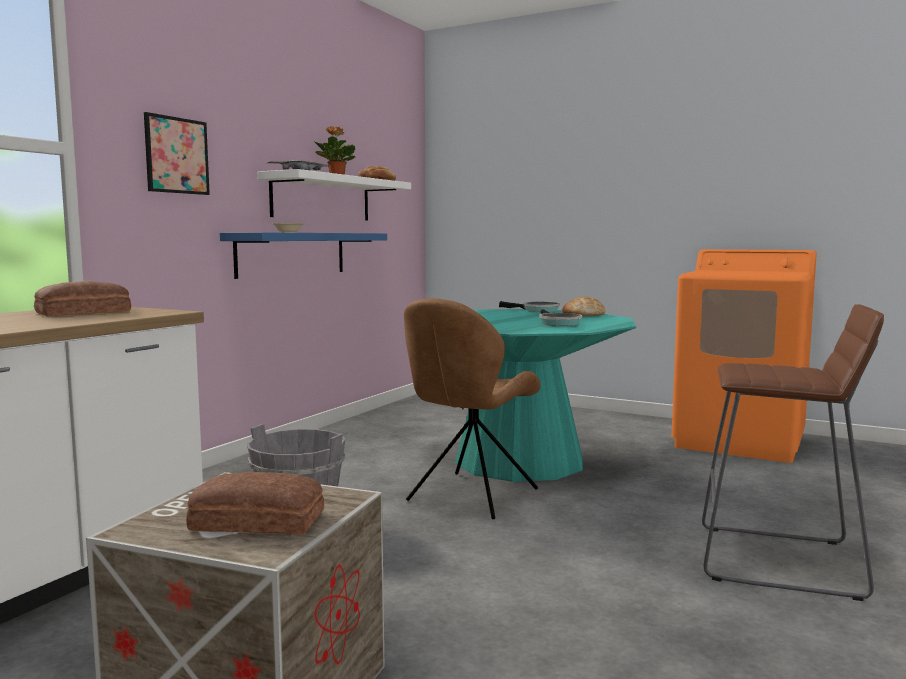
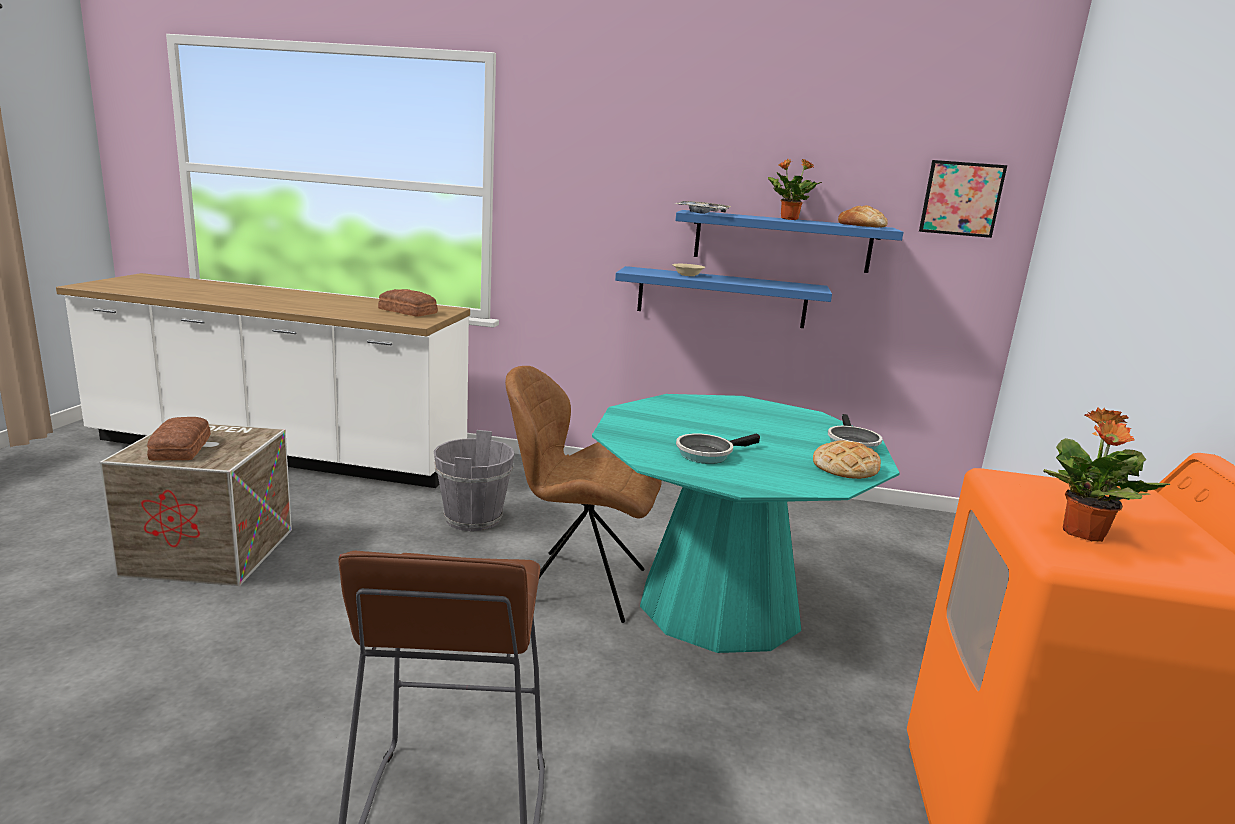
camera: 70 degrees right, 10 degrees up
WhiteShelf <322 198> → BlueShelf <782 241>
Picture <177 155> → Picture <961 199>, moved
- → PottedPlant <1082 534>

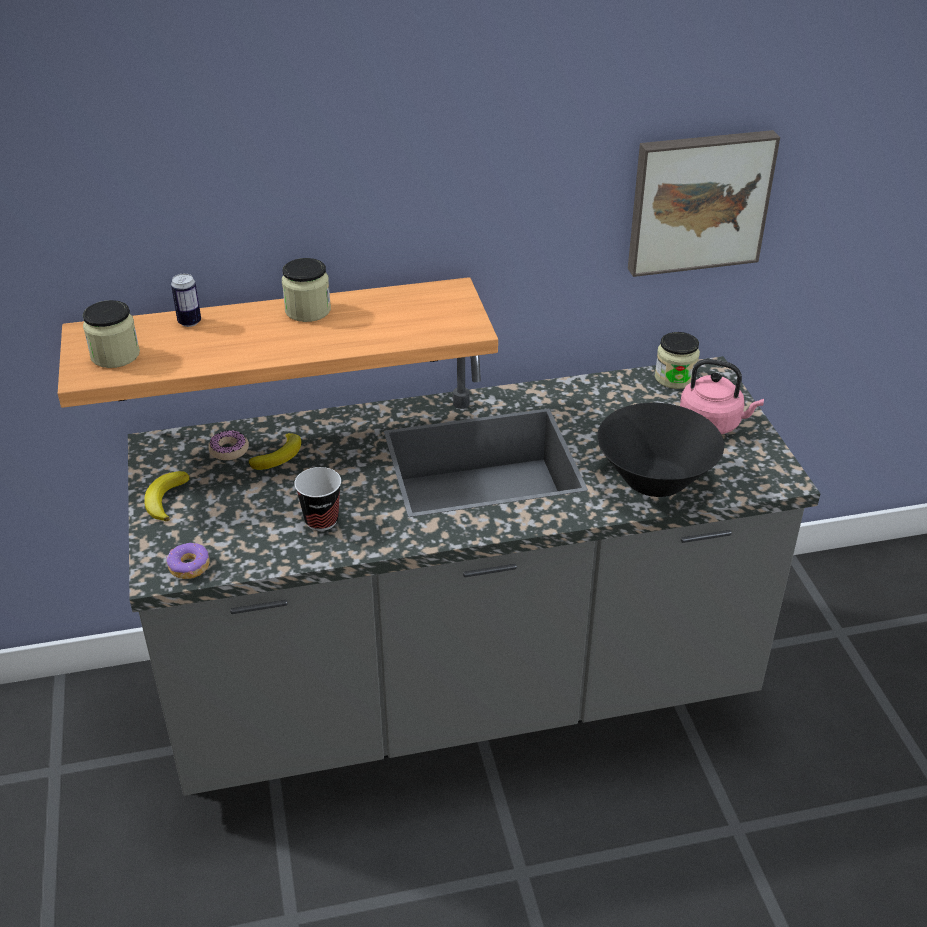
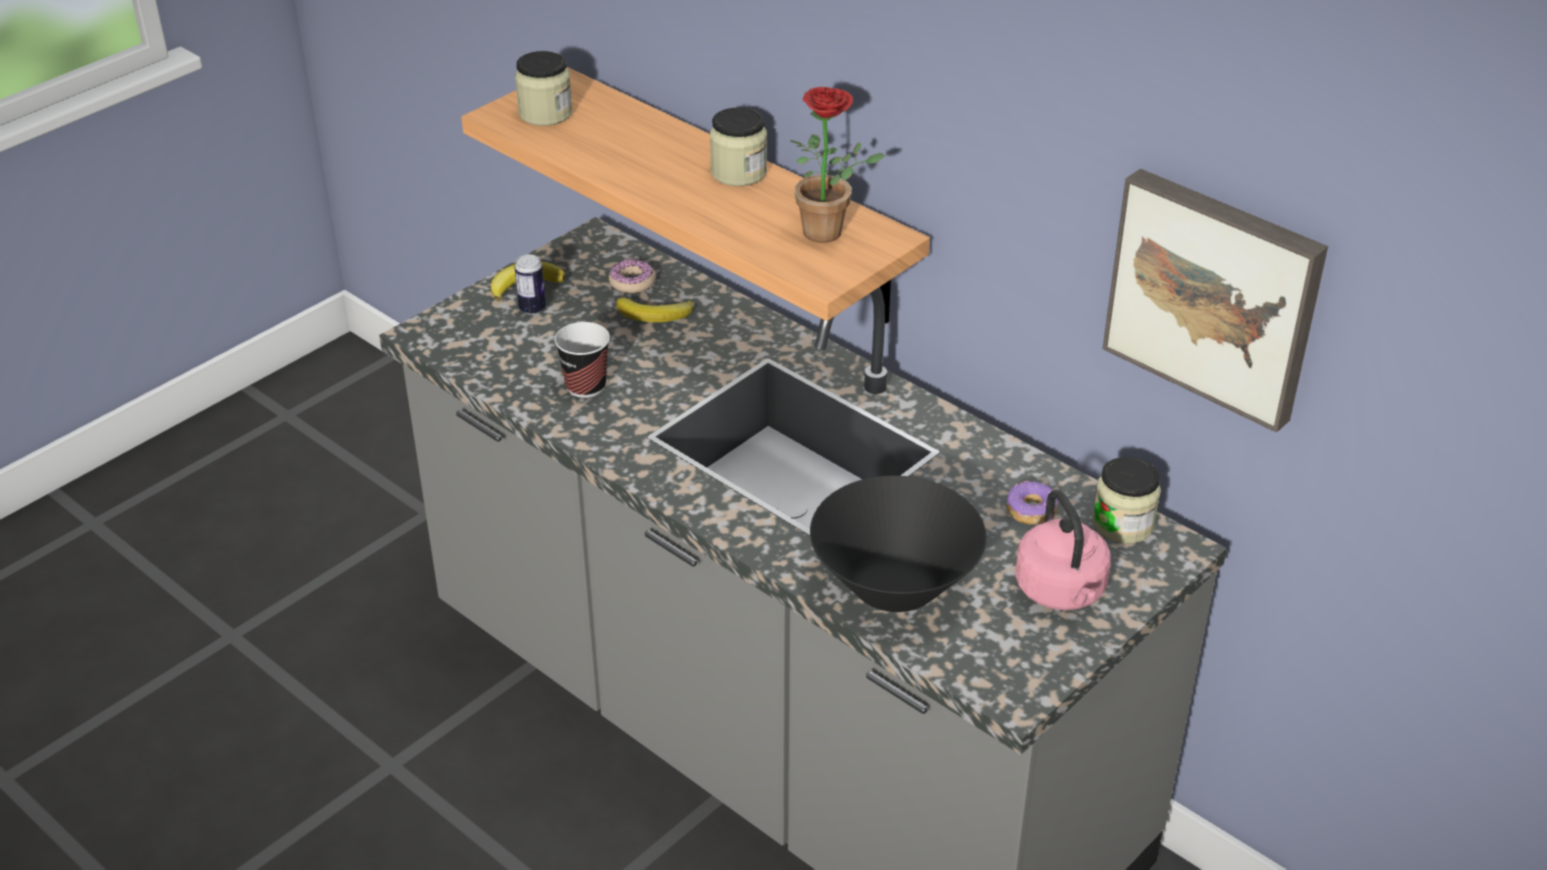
camera: 55 degrees right, 0 degrees up
Can <189 322> → Can <532 309>, moved
- → PottedPlant <831 233>
Donut <189 567> → Donut <1030 511>, moved

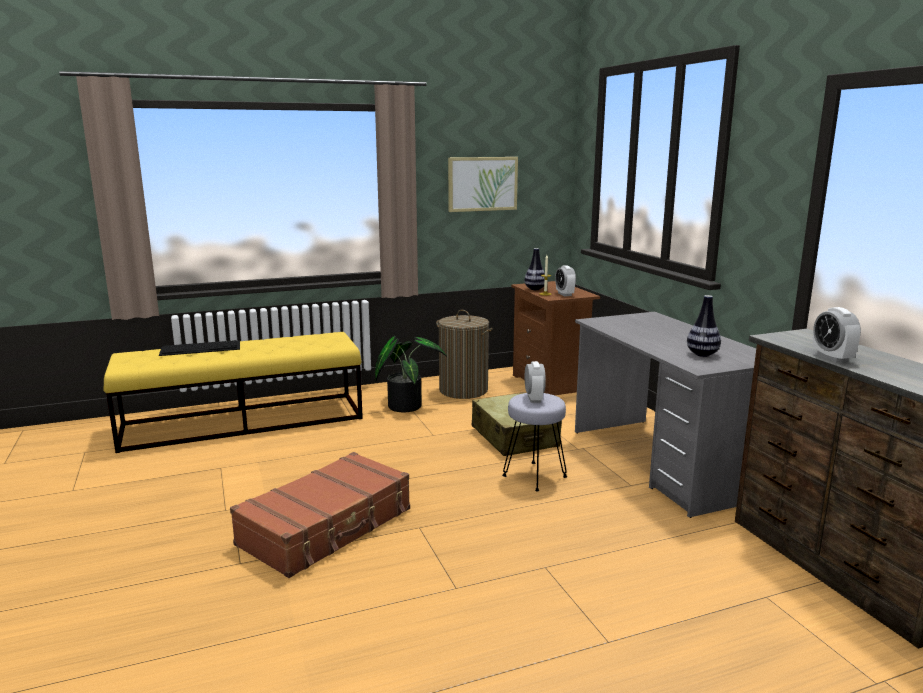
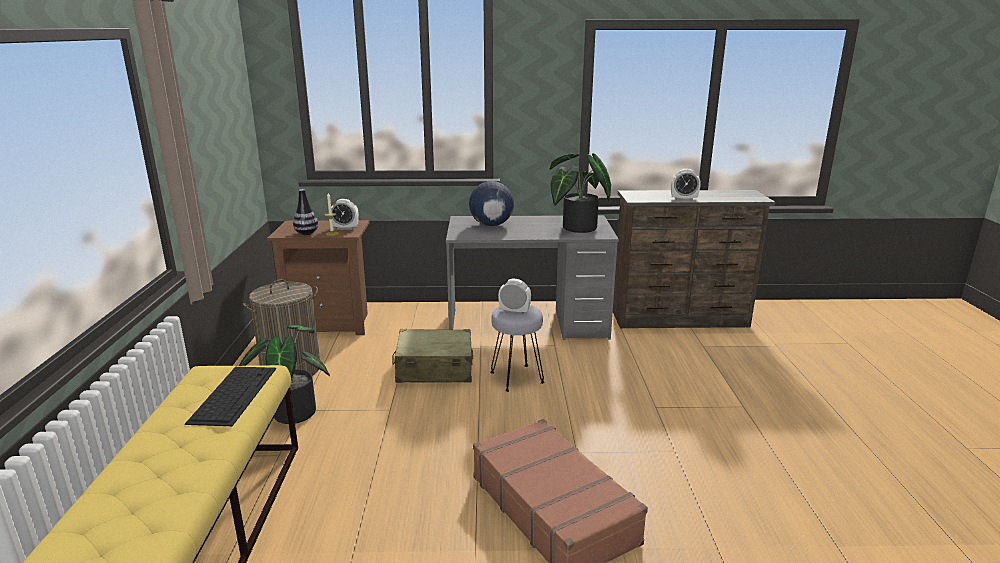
camera: 70 degrees left, 5 degrees up
Keyboard <201 348> → Keyboard <234 394>, moved
- → Globe <491 225>
Vase <702 354> → PottedPlant <575 228>
Picture <482 184> → -

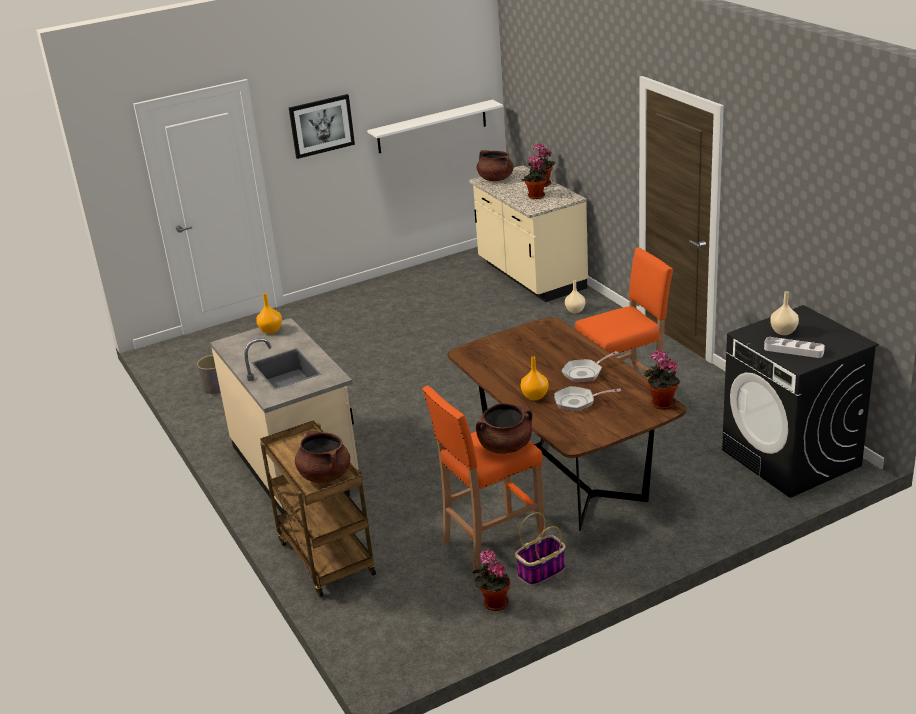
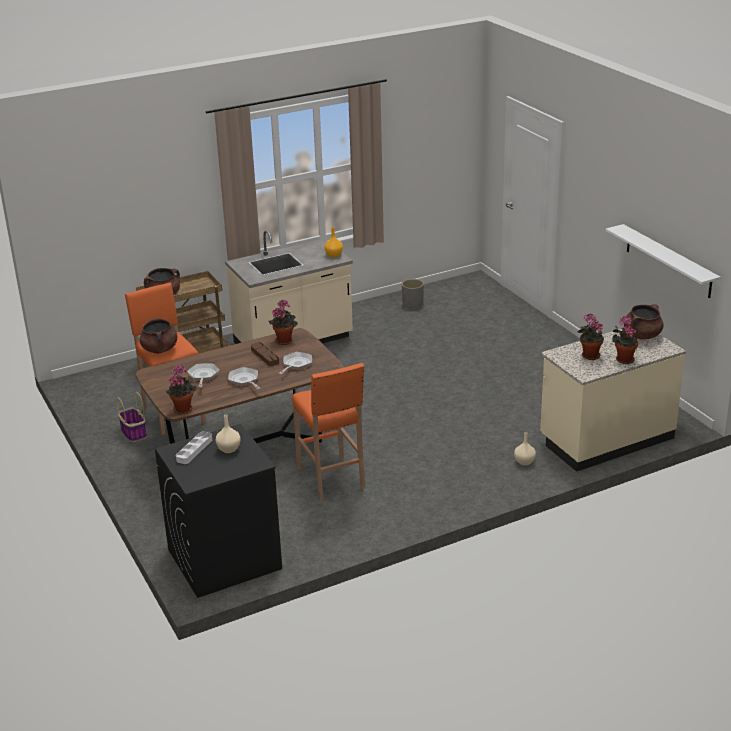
camera: 90 degrees right, 0 degrees up
- → BrownTray <265 356>
PottedPlant <493 603> → PottedPlant <284 340>, moved
- → FryingPan <296 365>
Picture <321 126> → -
OrangeVase <534 396> → -

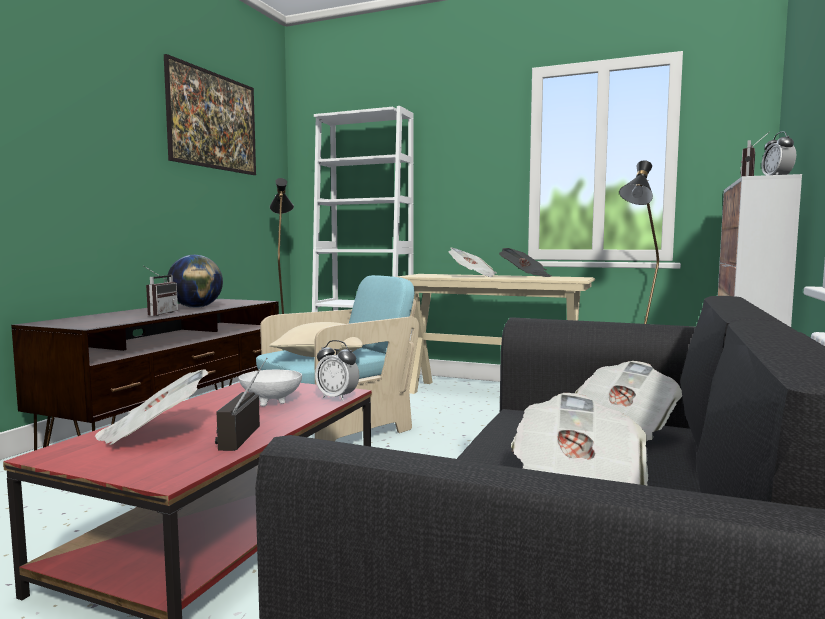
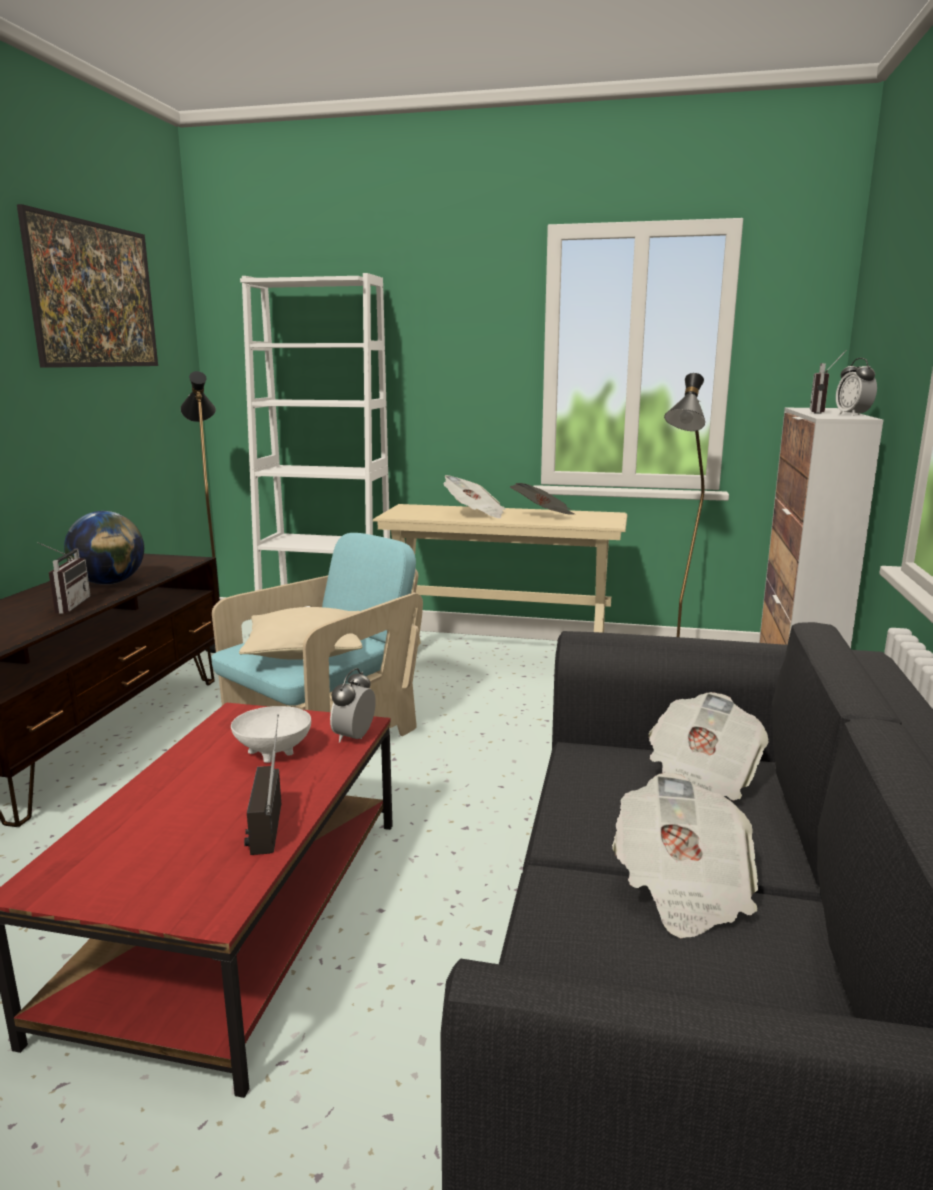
camera: 10 degrees left, 10 degrees up
AlarmClock <337 397> → AlarmClock <354 737>, 90 degrees clockwise
Newspaper <152 434> → -

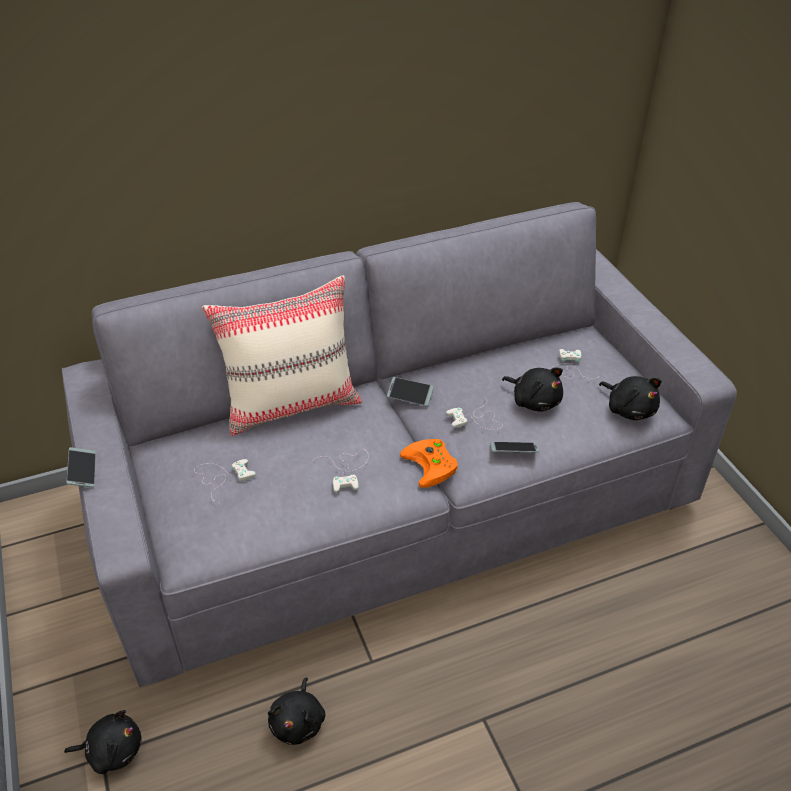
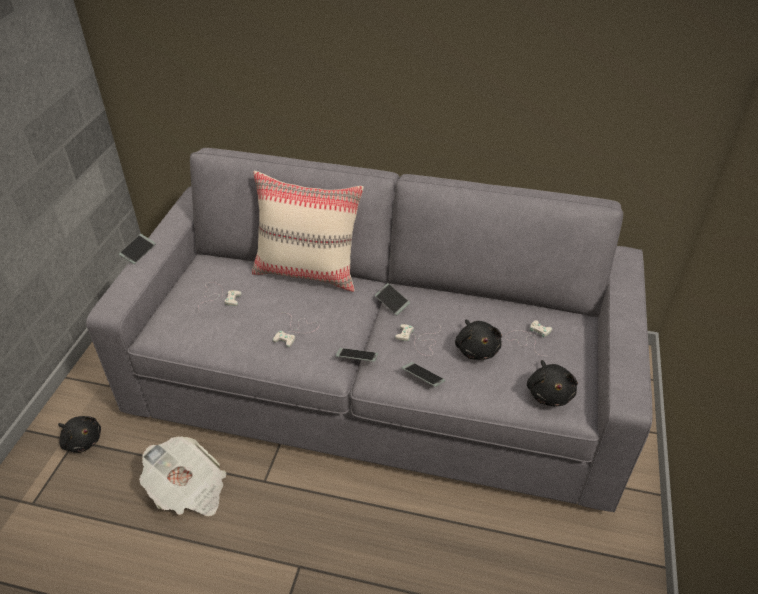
camera: 35 degrees right, 0 degrees up
BlackPlushToy <298 721> → Newspaper <188 490>
OrangeGameController <432 465> → Phone <357 357>

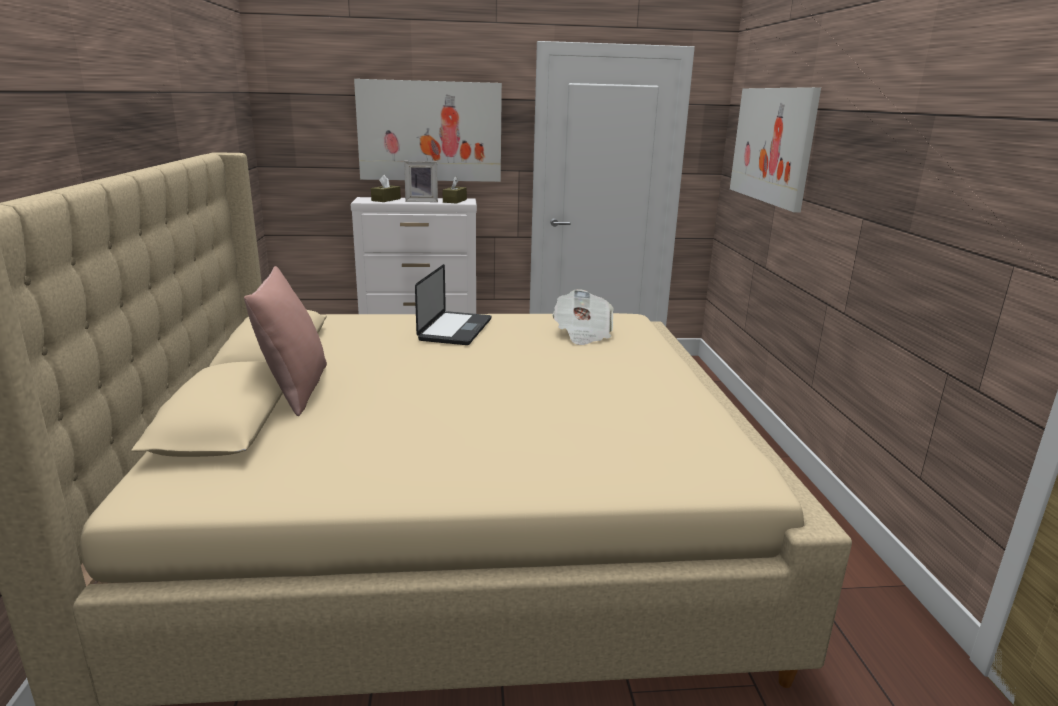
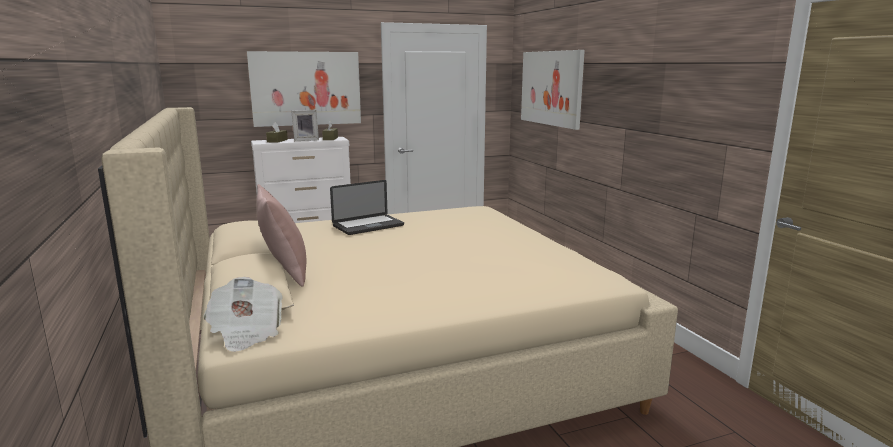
camera: 15 degrees left, 5 degrees down
Newspaper <582 334> → Newspaper <246 332>, moved
Laptop <455 329> → Laptop <368 226>, 60 degrees clockwise

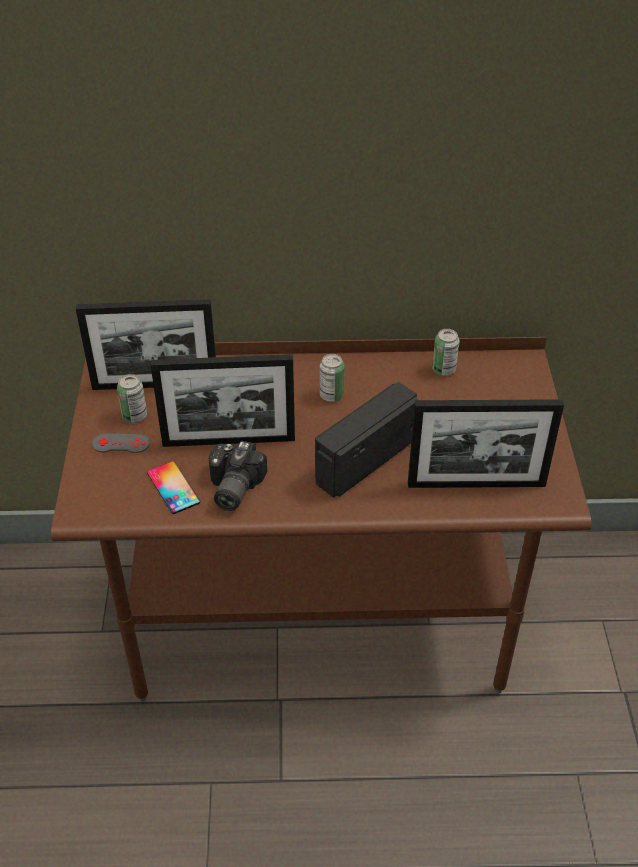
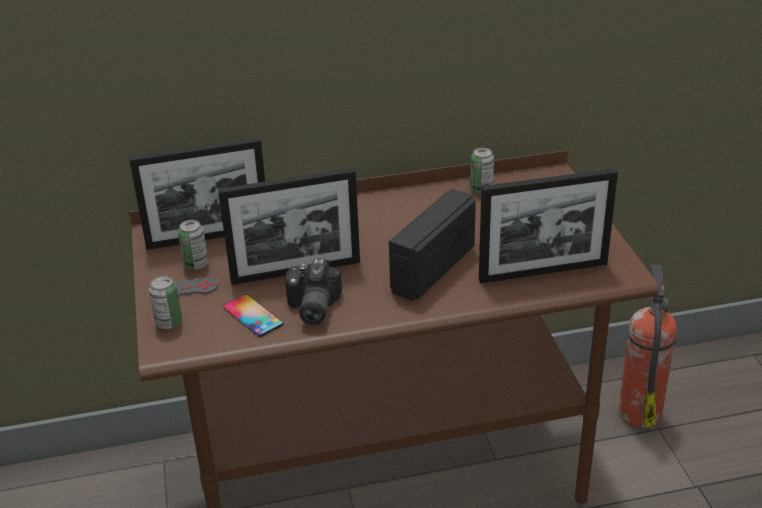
camera: 10 degrees left, 10 degrees down
Can <331 395> → Can <169 323>, moved
- → FireExtinguisher <639 411>

